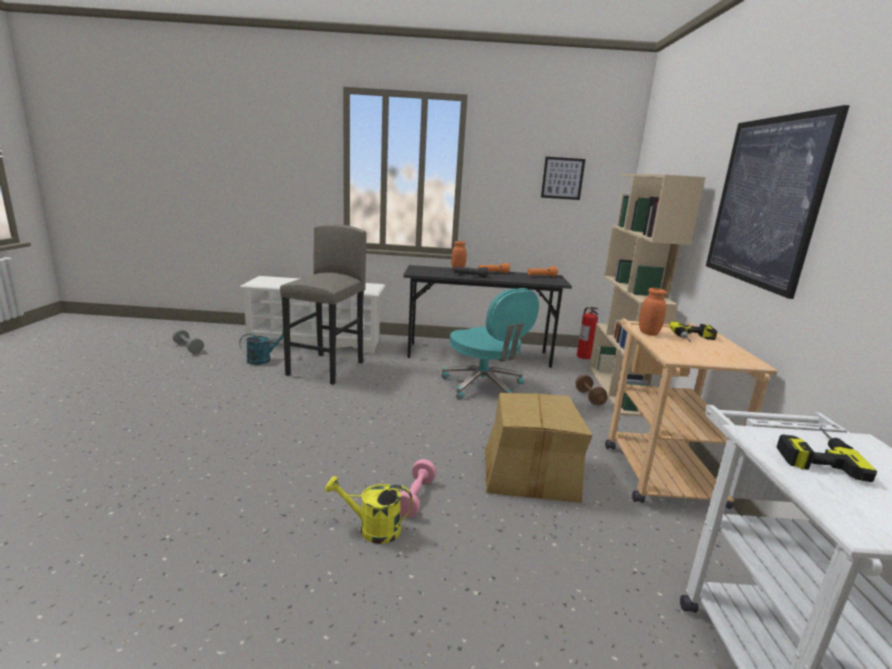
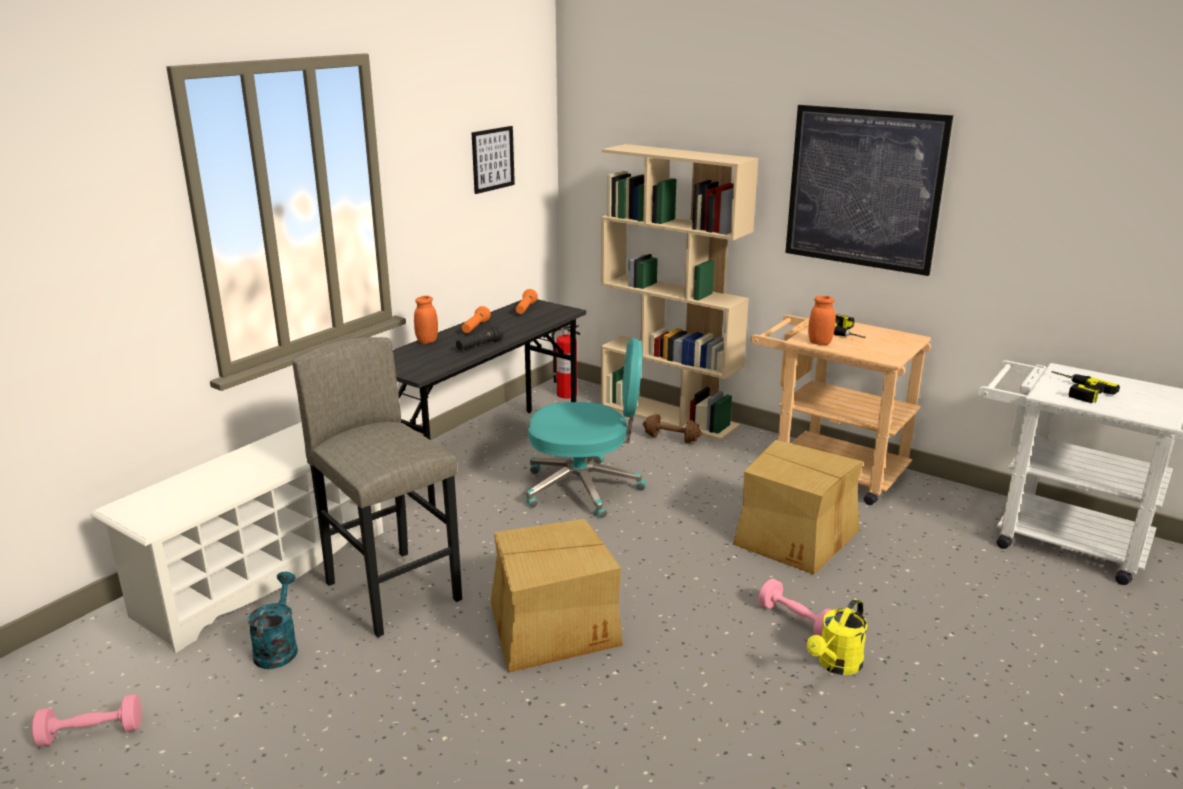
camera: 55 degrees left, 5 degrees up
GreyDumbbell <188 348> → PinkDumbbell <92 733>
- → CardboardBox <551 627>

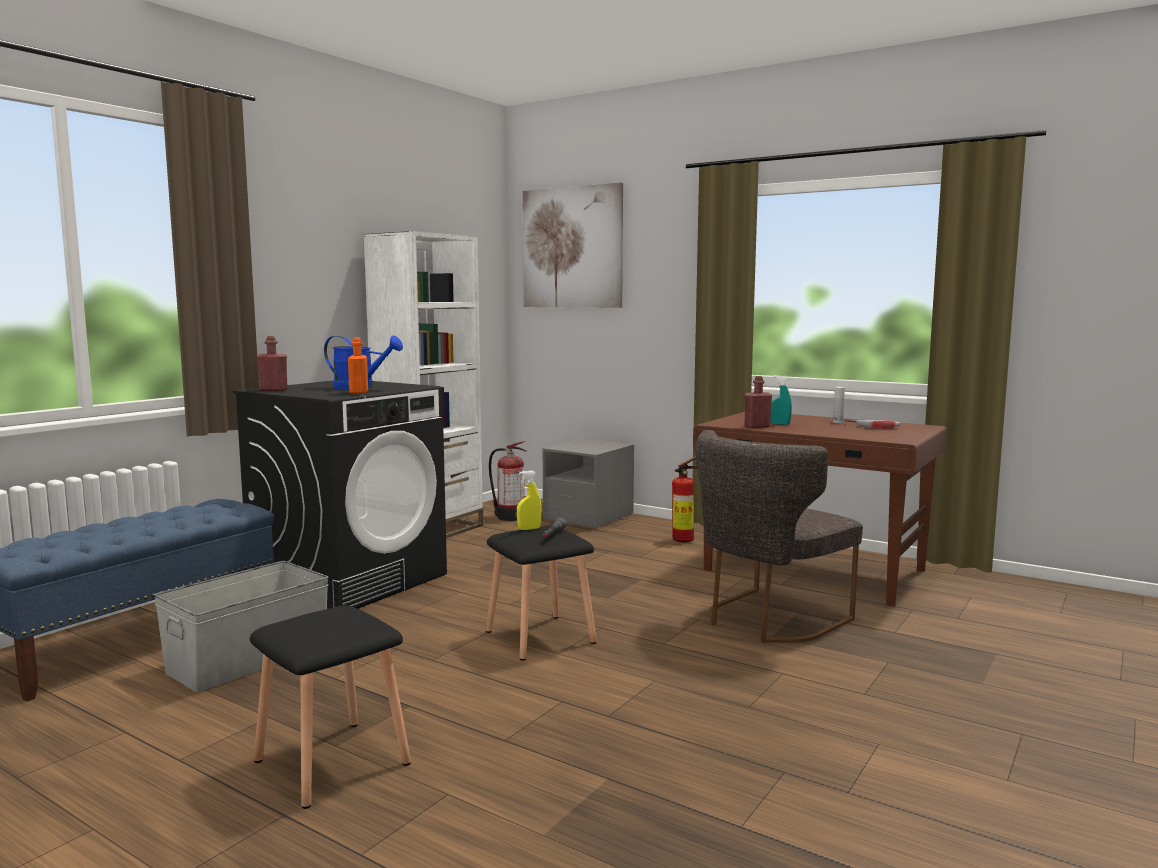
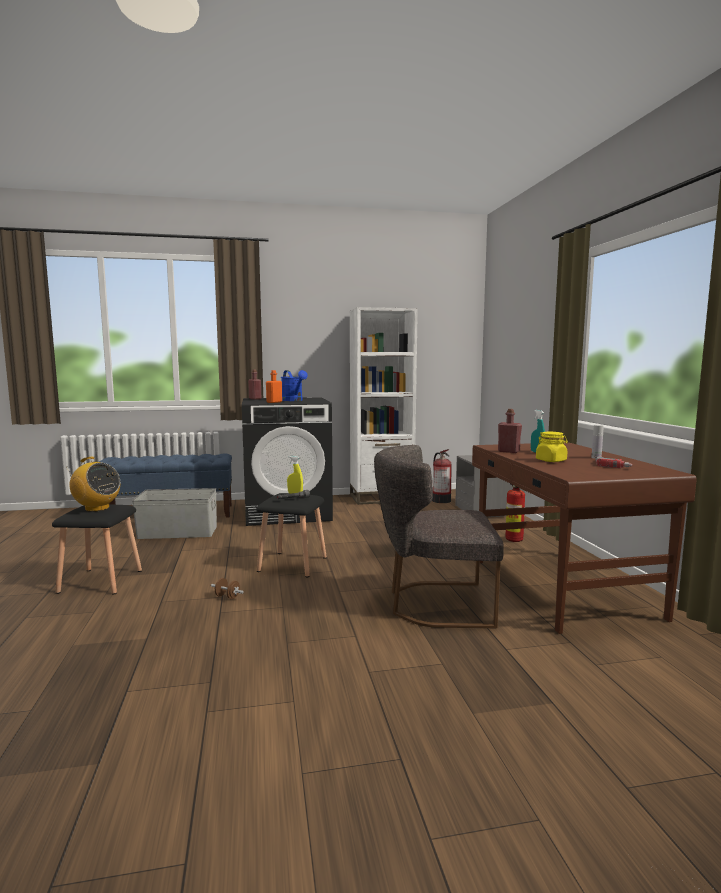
camera: 45 degrees right, 0 degrees up
- → Radio <96 508>
- → BrownDumbbell <227 597>
- → YellowJar <551 460>
Picture <572 247> → -

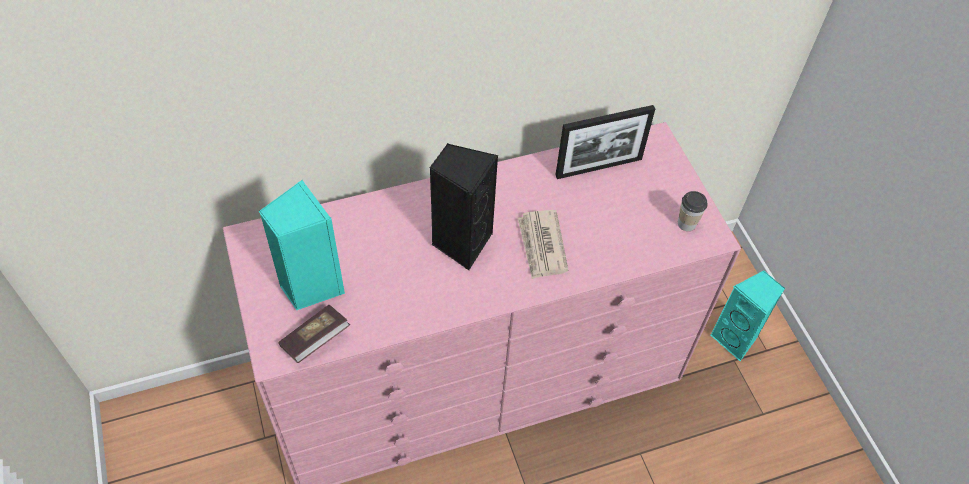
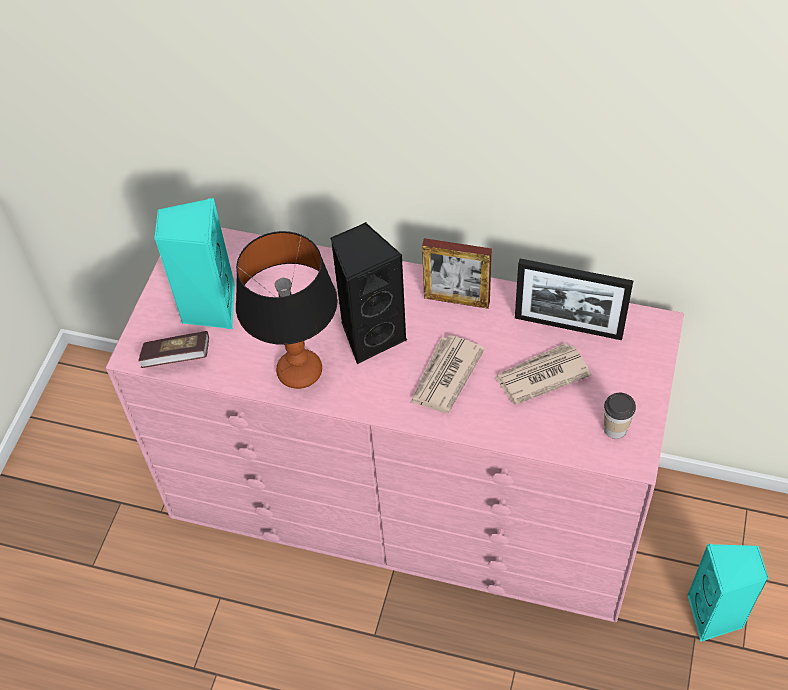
camera: 40 degrees right, 0 degrees up
- → TableLamp <300 372>
- → PictureFrame <456 300>
- → Newspaper <541 376>

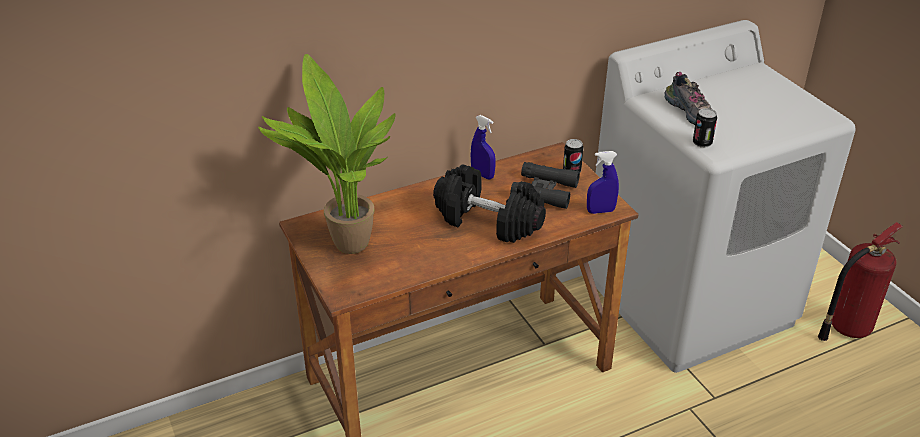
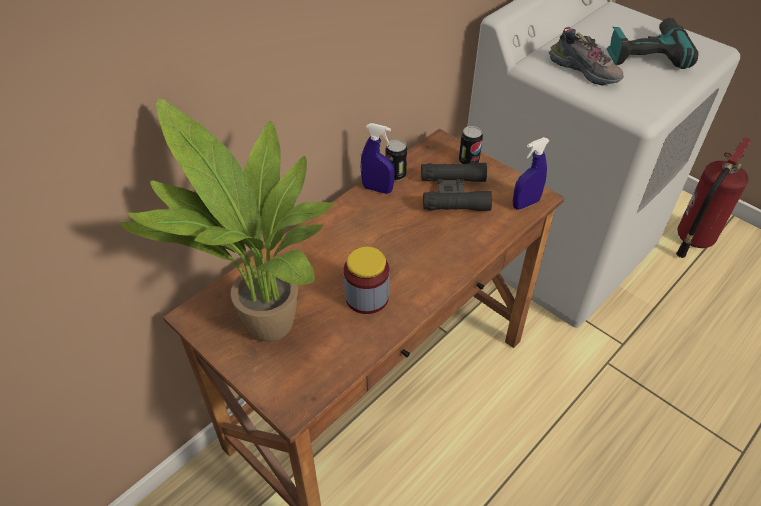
camera: 20 degrees left, 10 degrees up
- → Jar <367 297>
Can <702 143> → Can <395 175>, moved
- → PowerDrill <645 53>
BlackDumbbell <487 221> → -

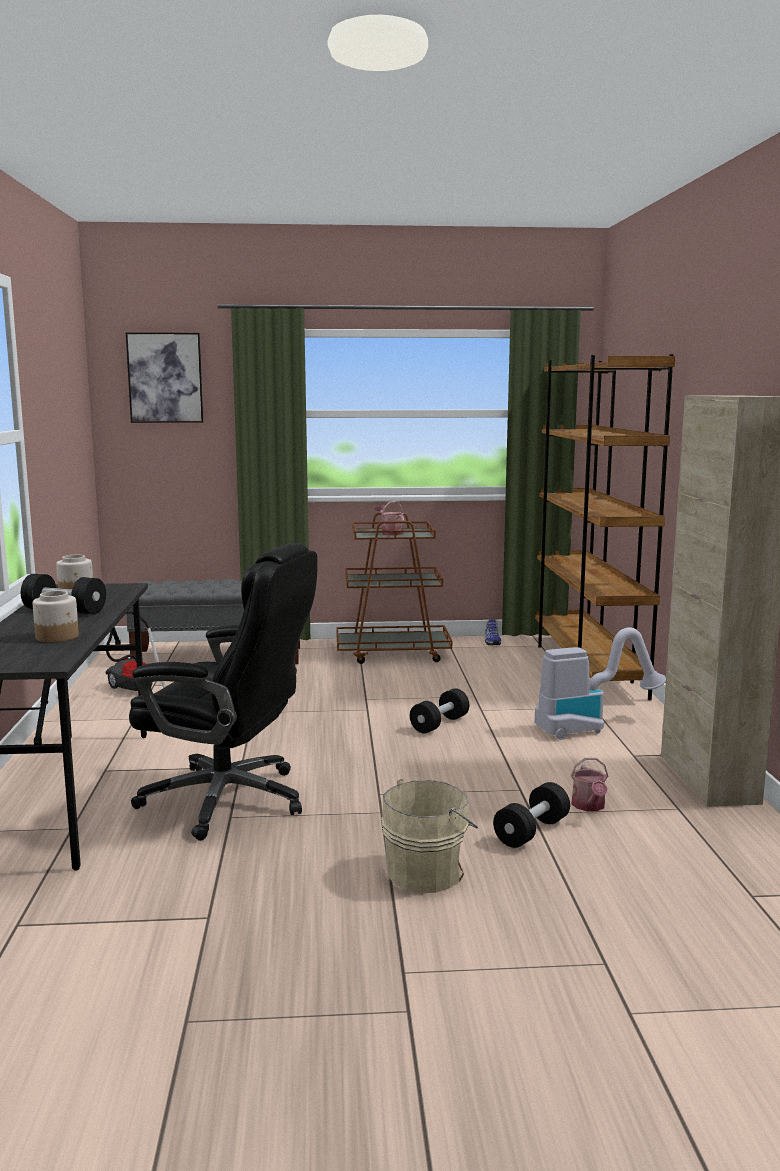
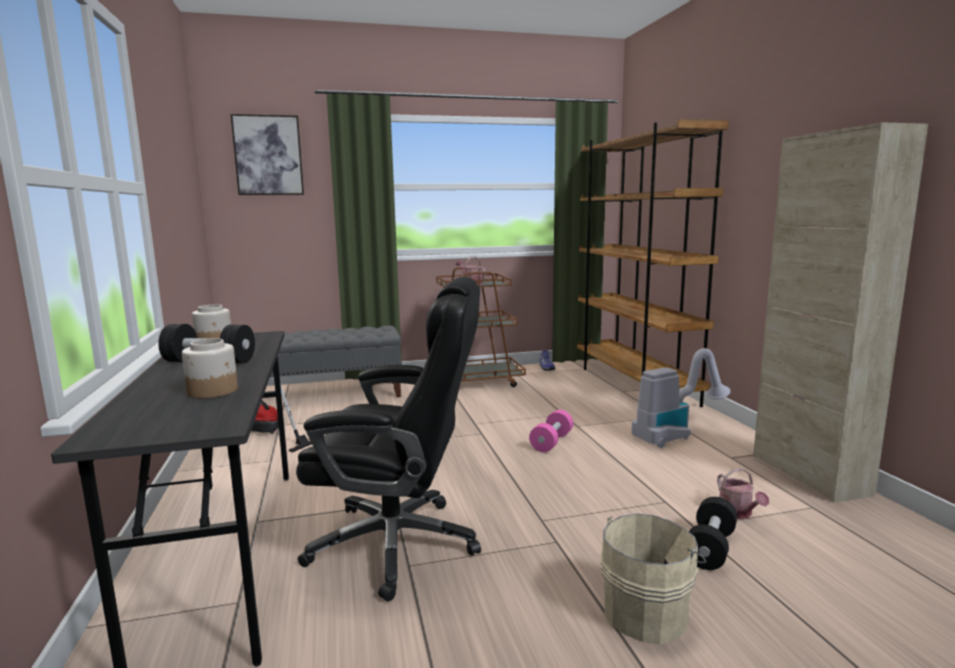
camera: 10 degrees left, 0 degrees up
BlackDumbbell <439 724> → PinkDumbbell <551 442>

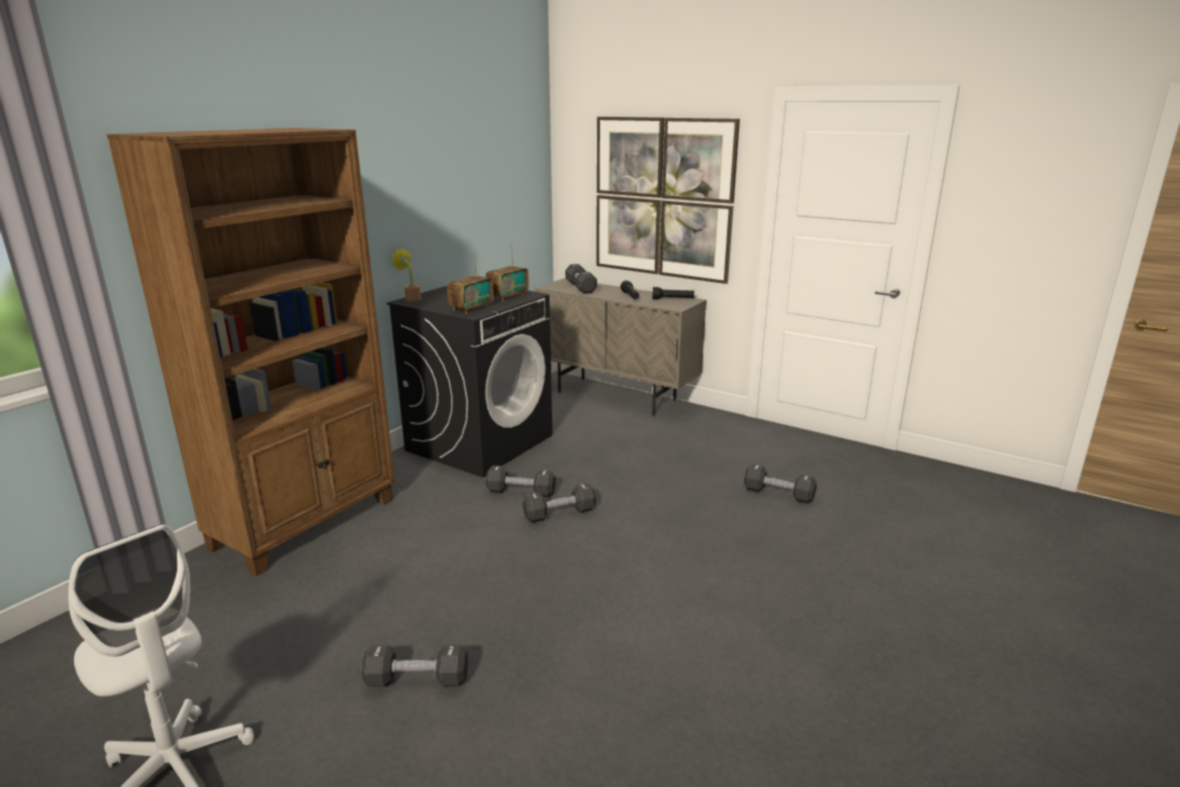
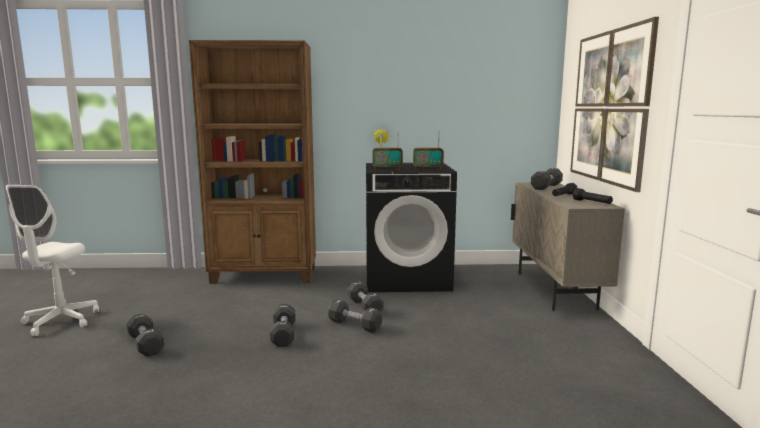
camera: 55 degrees right, 10 degrees down
BlackDumbbell <778 494> → BlackDumbbell <283 334>, moved

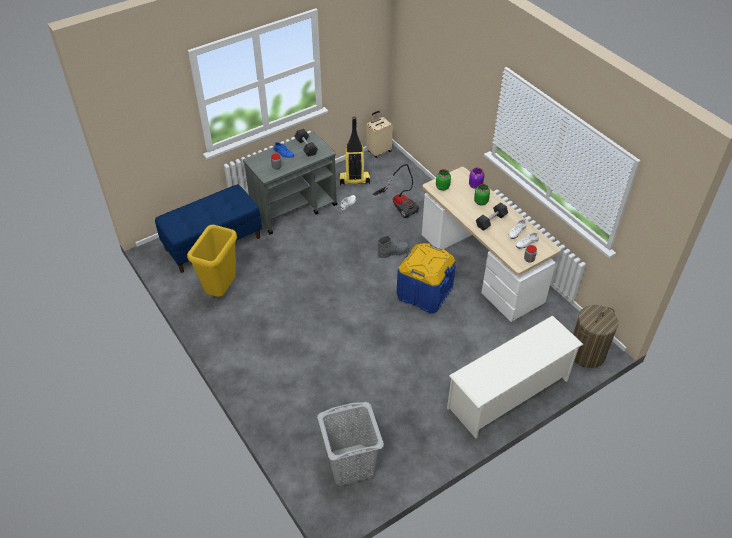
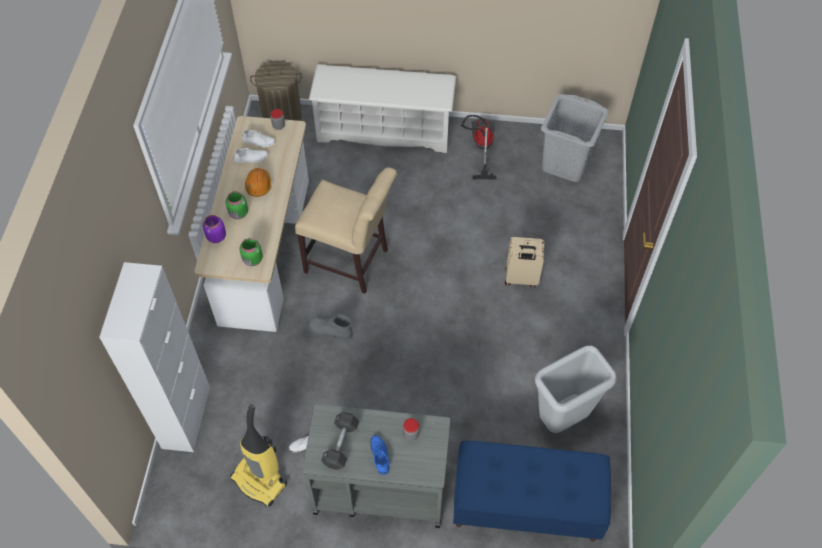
camera: 140 degrees left, 10 degrees up
- → WhiteCabinet <186 417>
BlackDumbbell <491 221> → OrangeHardHat <258 185>
BlueStorageBox <424 292> → BeigeChair <350 263>
VacuumCleaner <400 205> → VacuumCleaner <480 147>, moved
BeigeSuitcase <378 151> → BeigeSuitcase <521 278>, moved
YellowTrashCan <222 291> → GreyTrashCan <562 418>

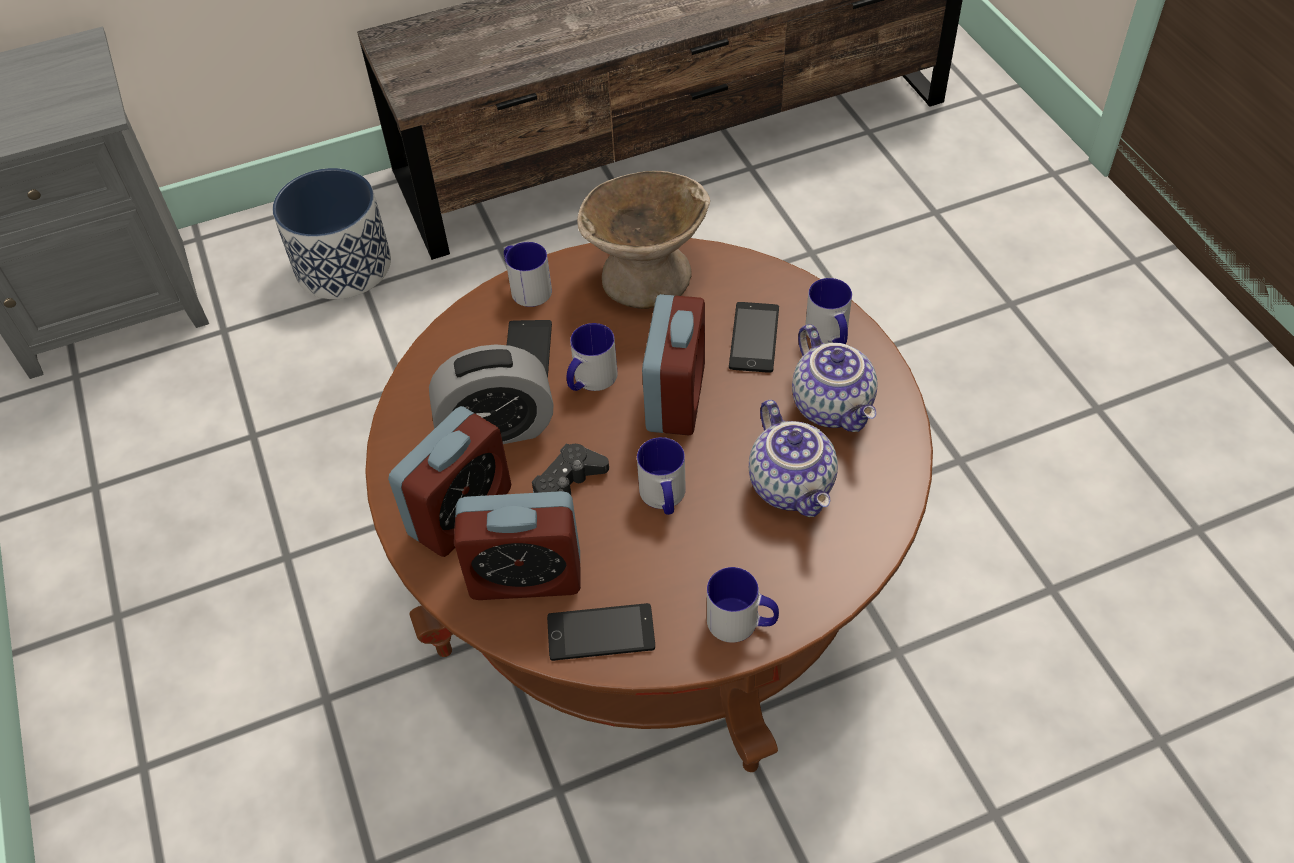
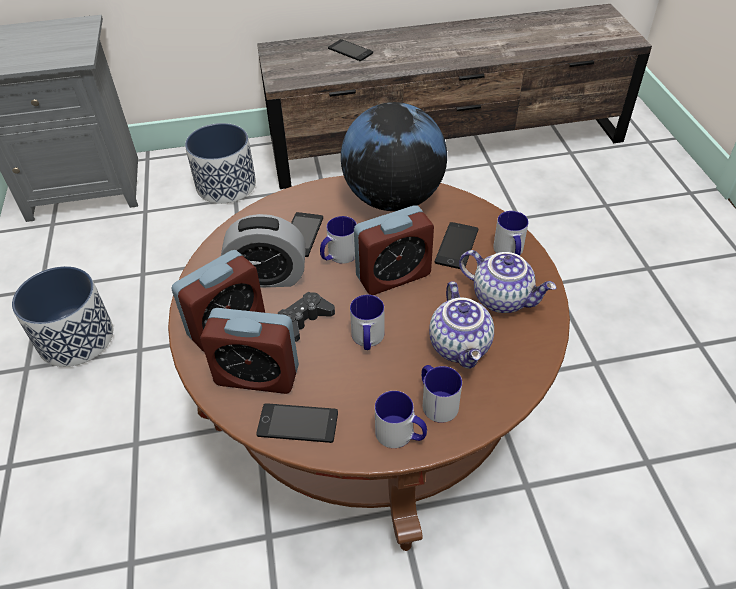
camera: 10 degrees right, 5 degrees down
- → Planter <76 338>
- → Phone <350 51>
BeigeBowl <646 277> → Globe <393 199>
AlarmClock <676 397> → AlarmClock <393 276>, 45 degrees clockwise
Mug <526 287> → Mug <436 401>, moved
Teapot <834 406> → Teapot <502 298>, 45 degrees counterclockwise

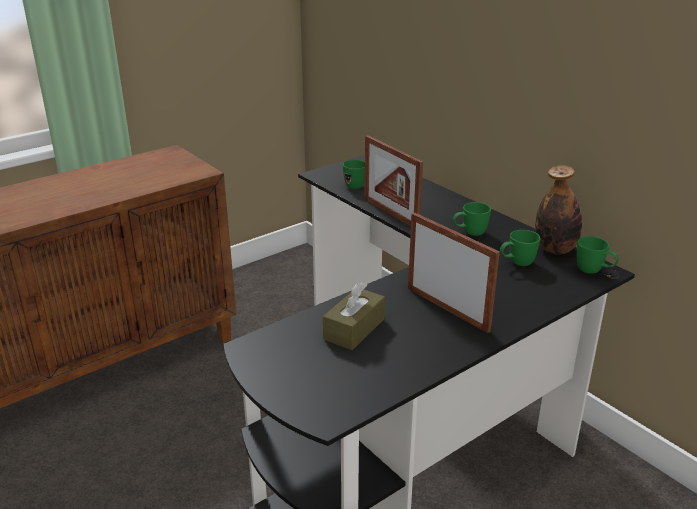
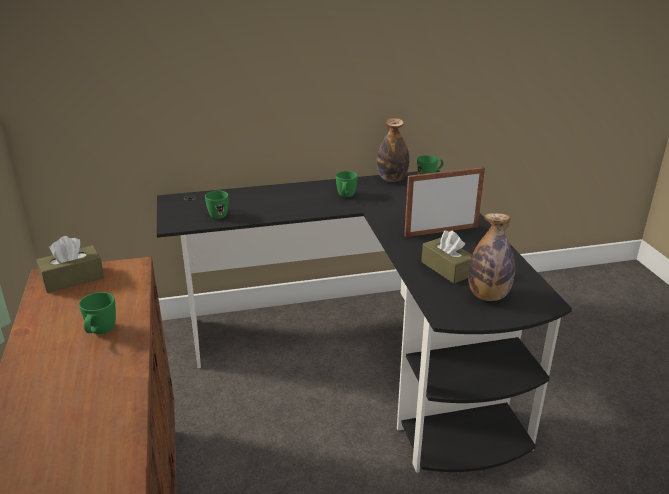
camera: 65 degrees left, 0 degrees up
- → BrownTissueBox <73 278>
GreenMug <516 263> → GreenMug <100 333>, moved
- → Bottle <488 296>
PictureFrame <390 213> → -

